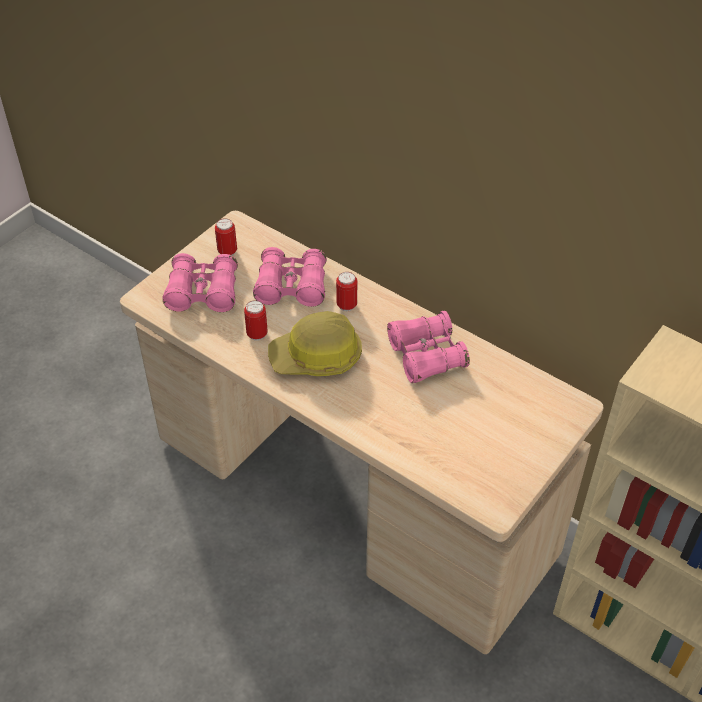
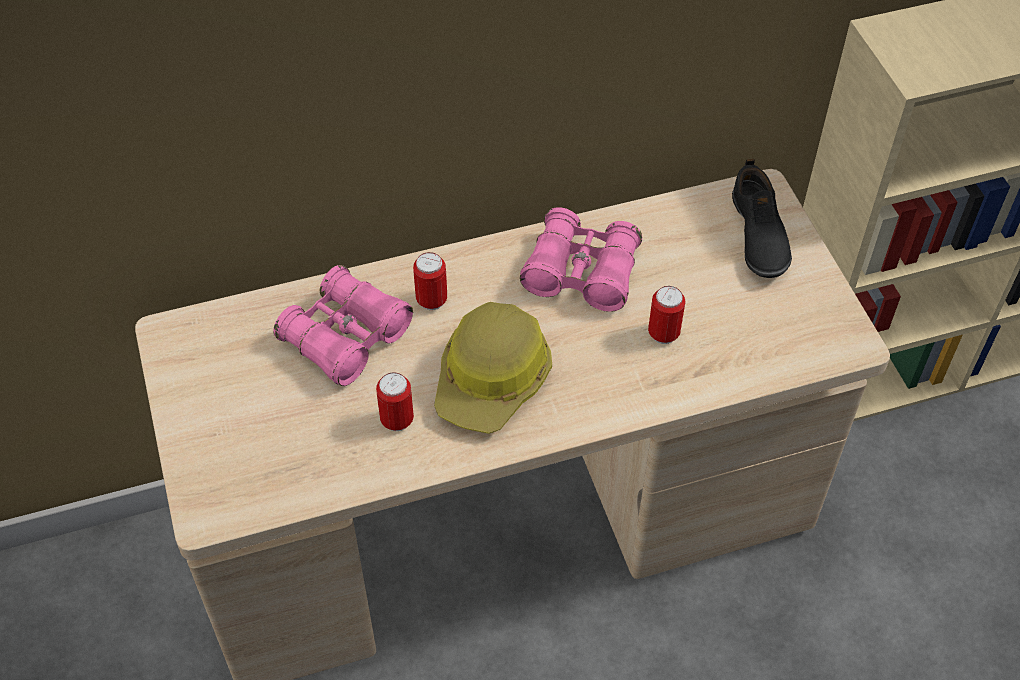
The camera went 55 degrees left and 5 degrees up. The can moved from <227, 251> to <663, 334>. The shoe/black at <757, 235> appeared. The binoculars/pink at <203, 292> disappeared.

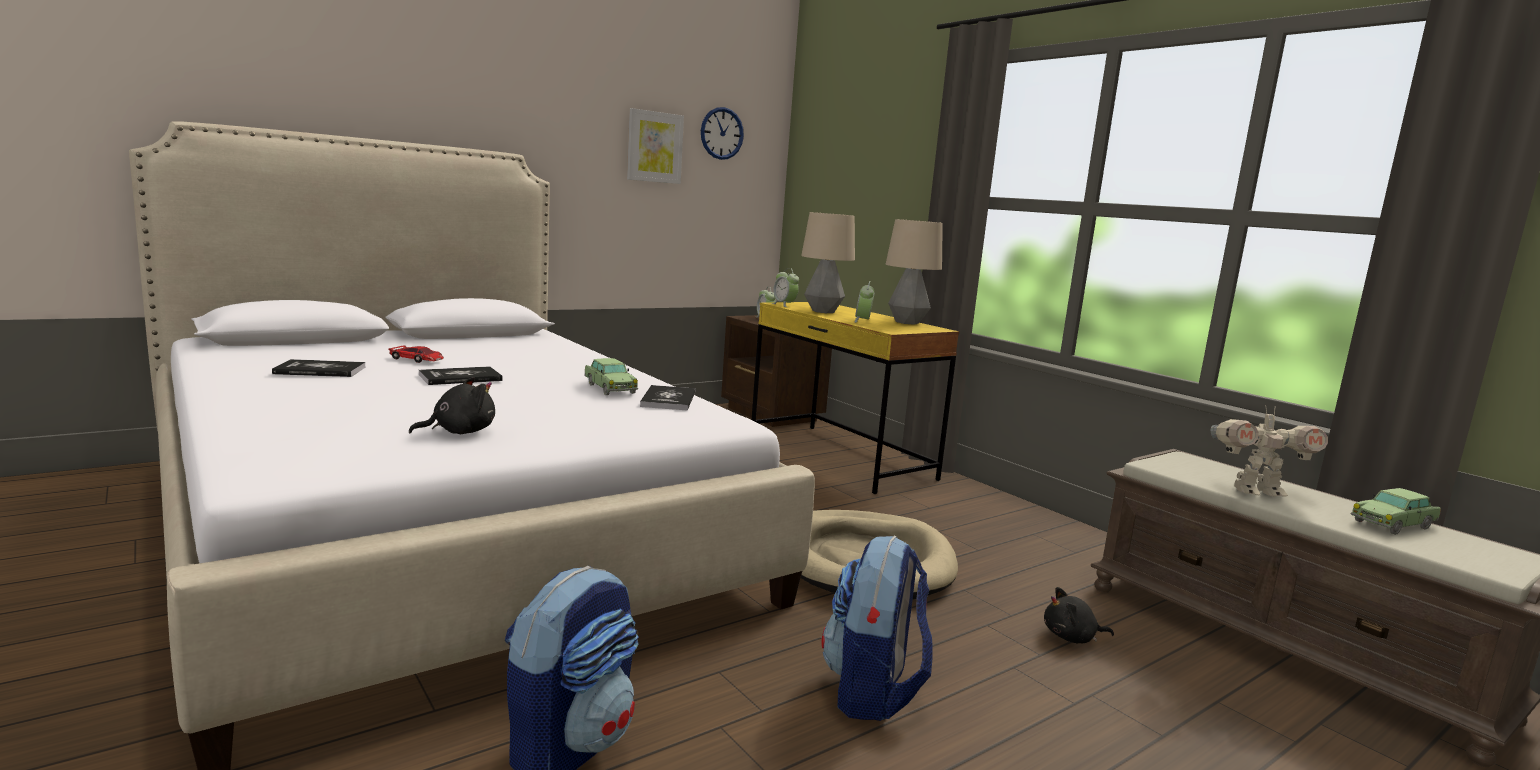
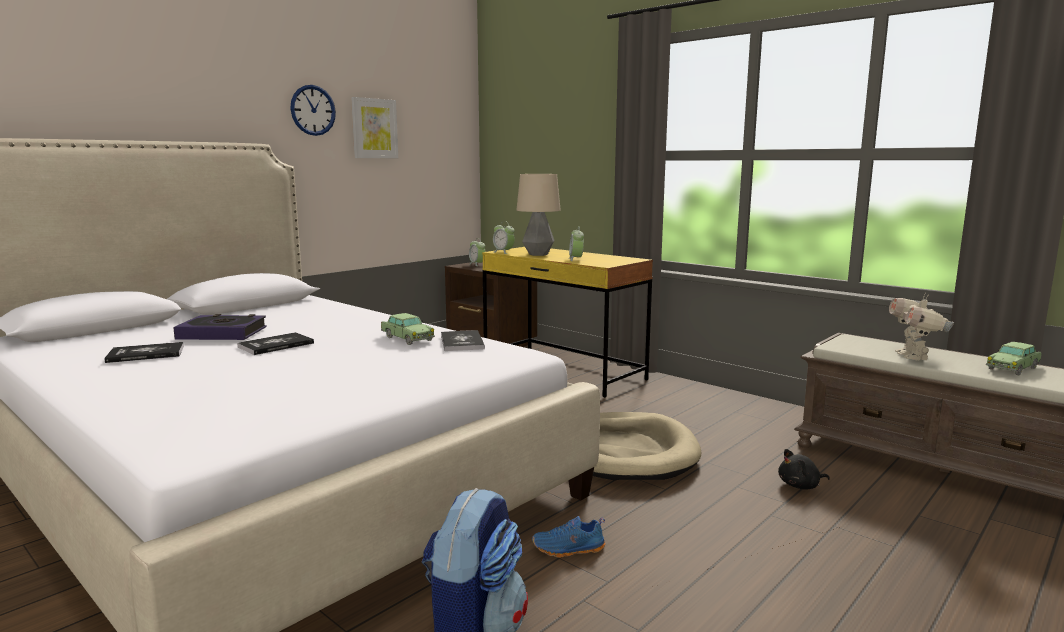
The camera went 10 degrees left and 0 degrees up. The toy car at <417, 359> was replaced by the book at <222, 333>. The wall clock moved from <722, 133> to <313, 110>. The shoe/blue at <569, 549> appeared. The toy robot at <1256, 492> turned 105 degrees clockwise. The plush toy/black at <459, 432> disappeared. The backpack at <873, 691> disappeared. The table lamp at <907, 322> disappeared.

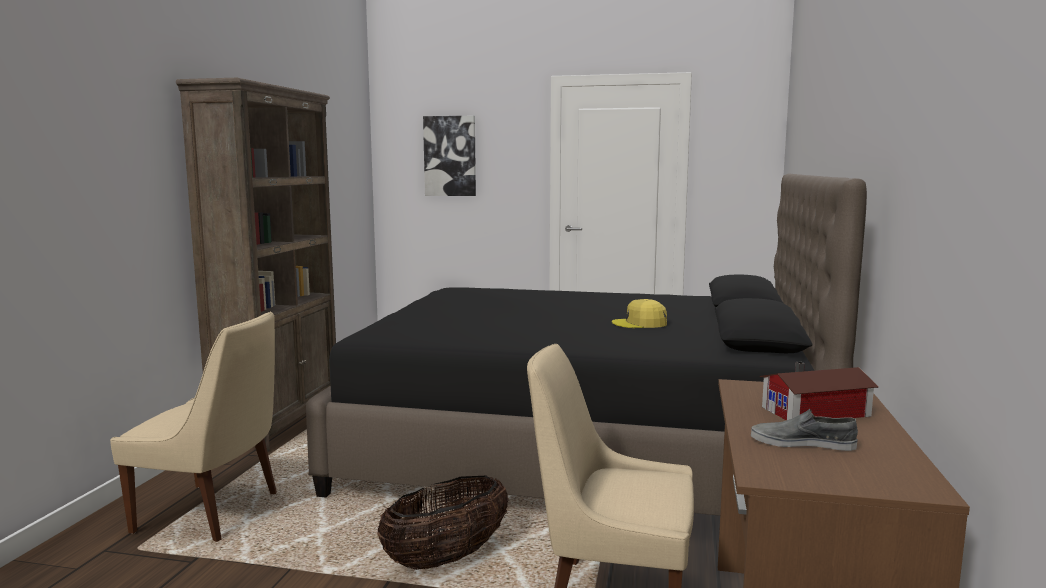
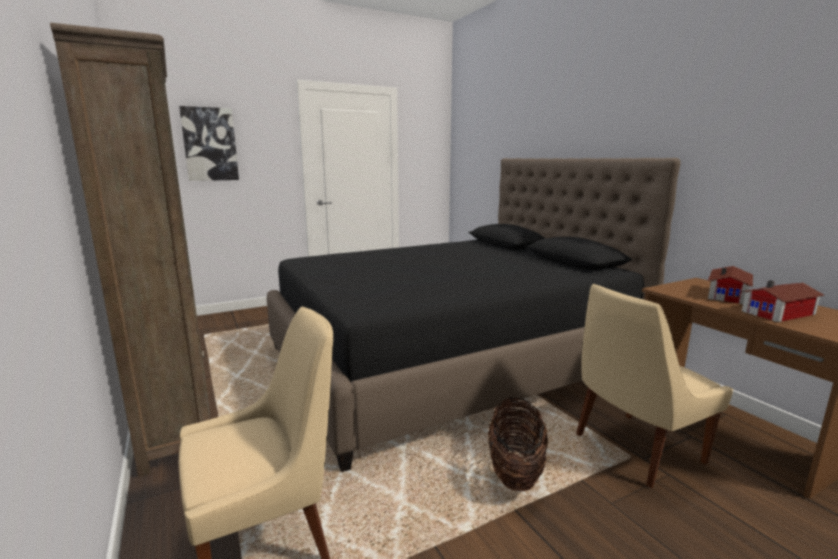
The camera went 40 degrees left and 5 degrees up. The shoe/grey at <802, 443> was replaced by the toy house at <781, 313>. The cap/yellow at <640, 323> disappeared.

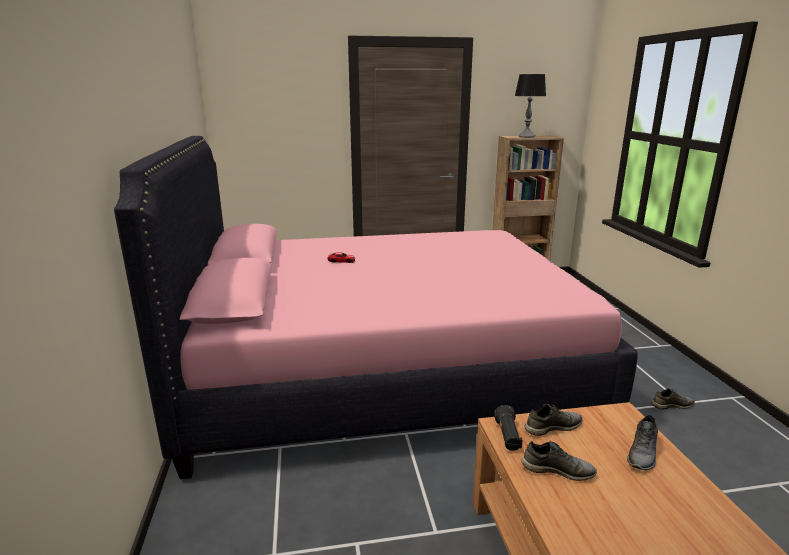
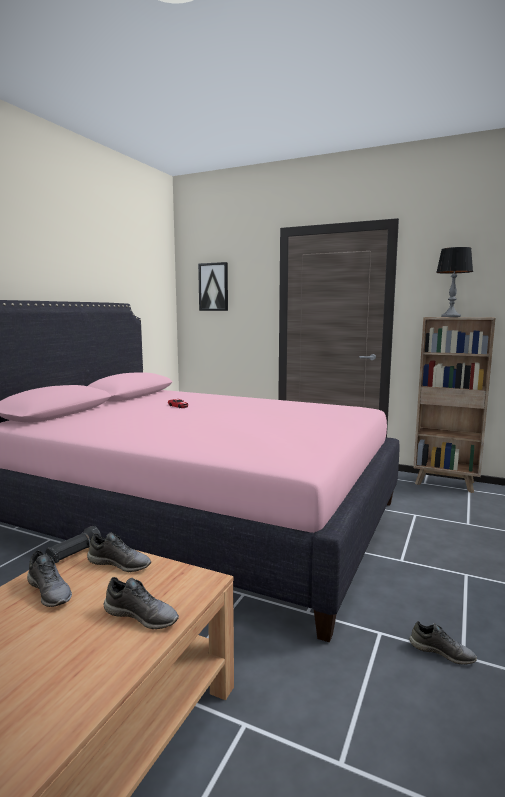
The camera went 35 degrees right and 10 degrees down. The shoe/grey at <643, 453> turned 135 degrees counterclockwise. The picture at <213, 287> appeared.

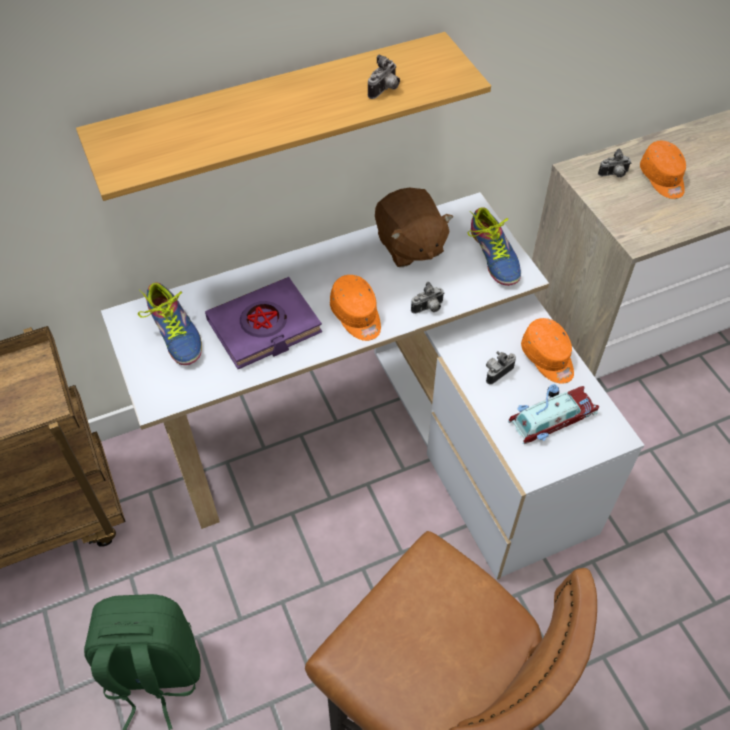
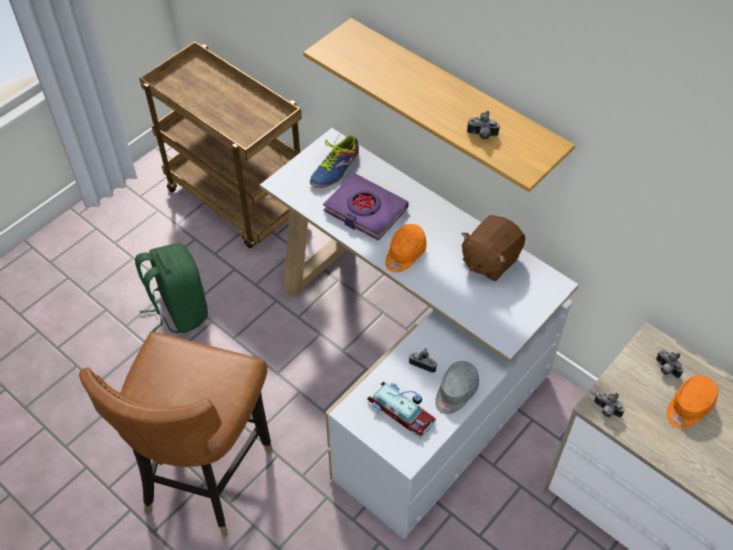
The camera went 65 degrees right and 0 degrees up. The cap/orange at <548, 359> became the cap/grey at <455, 393>. The photo camera moved from <428, 309> to <606, 410>. The shoe at <494, 256> disappeared.

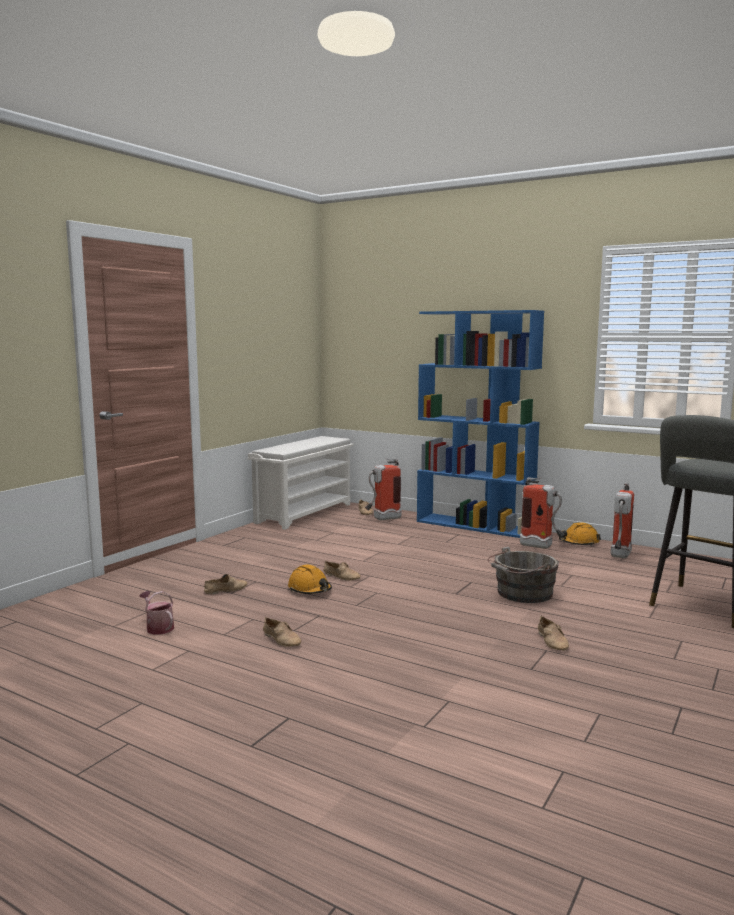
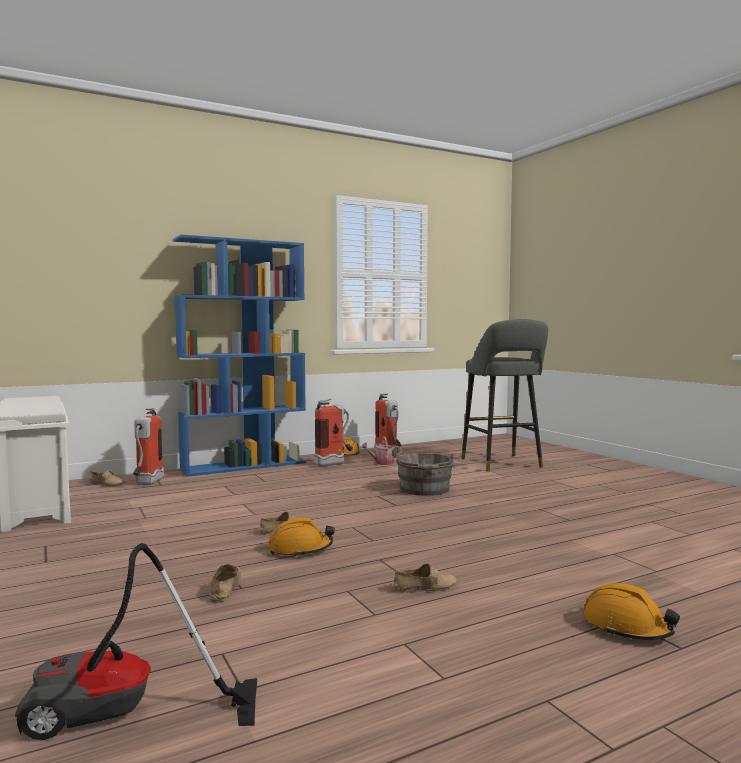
The camera went 60 degrees left and 5 degrees down. The vacuum cleaner at <121, 718> appeared. The watering can moved from <158, 627> to <381, 463>. The hard hat/orange at <627, 627> appeared. The shoe/beige at <553, 641> disappeared.

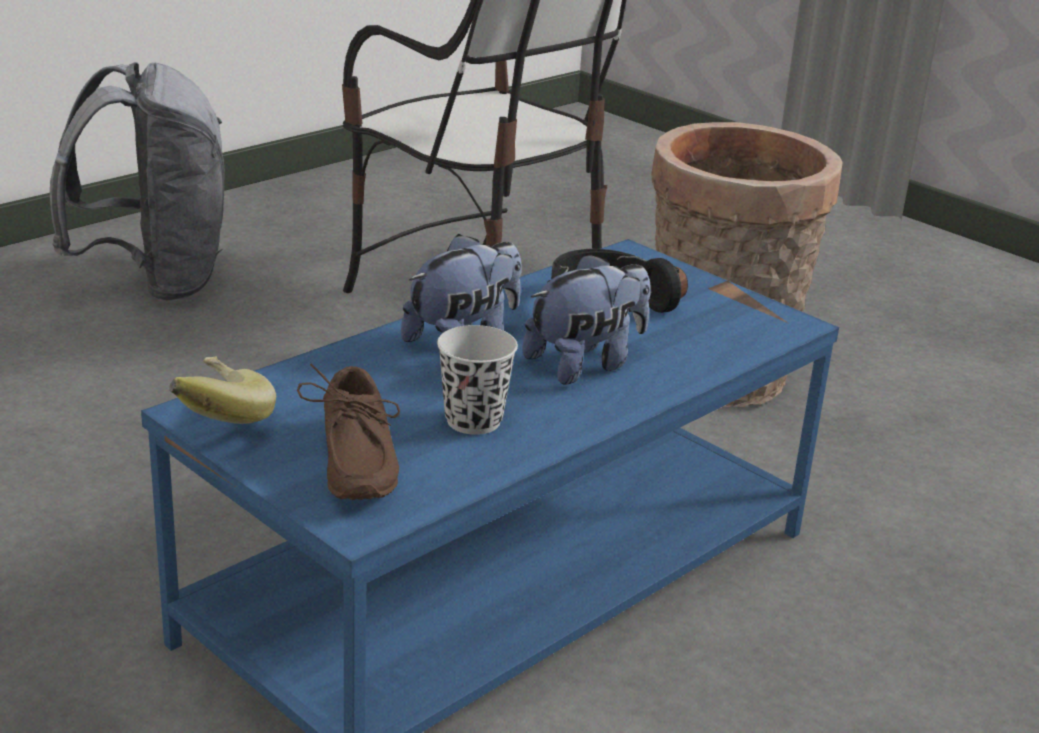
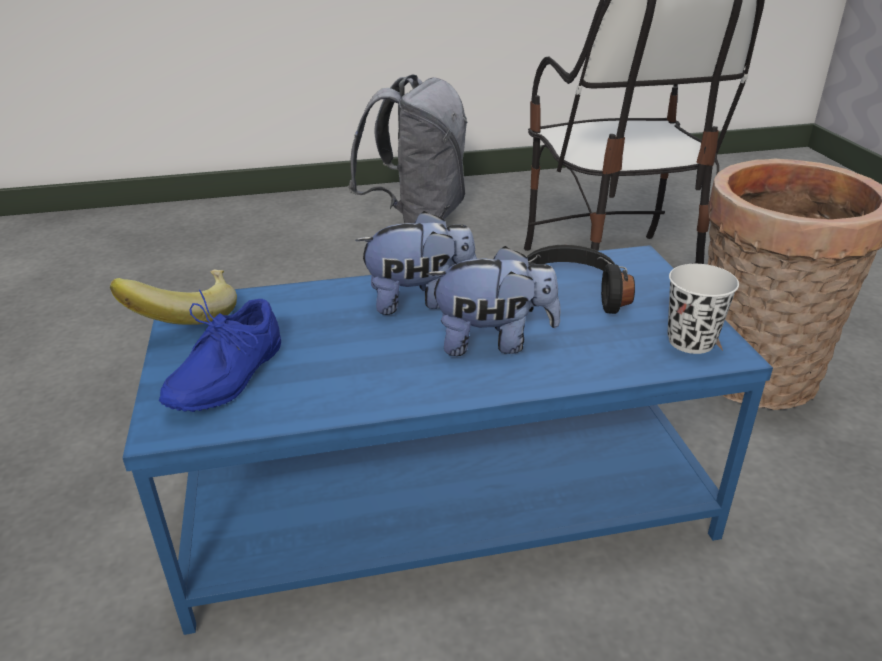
The camera went 35 degrees right and 5 degrees up. The shoe/brown at <350, 464> became the shoe/blue at <223, 376>. The cup/white moved from <473, 421> to <691, 341>.

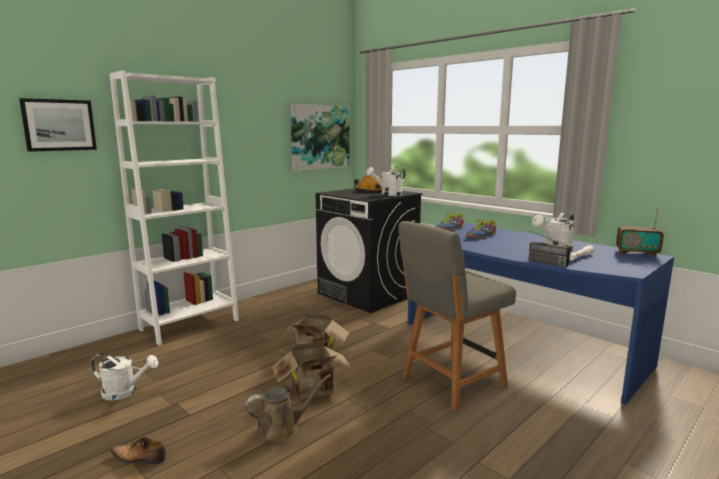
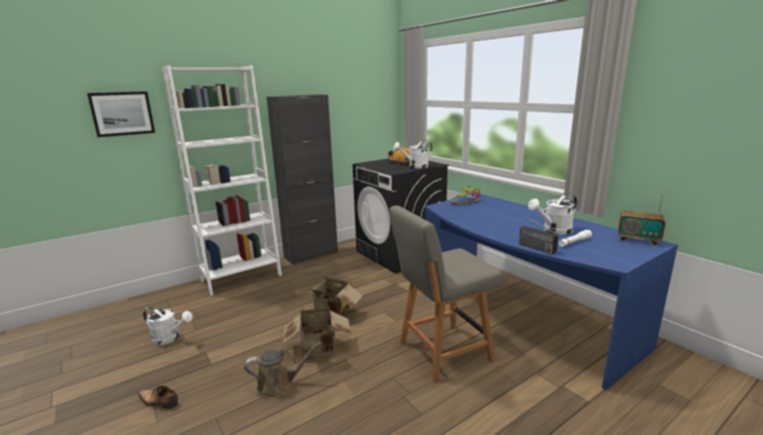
The camera went 10 degrees right and 5 degrees up. The cabinet/black at <311, 254> appeared. The picture at <320, 137> disappeared. The shoe at <481, 236> disappeared.

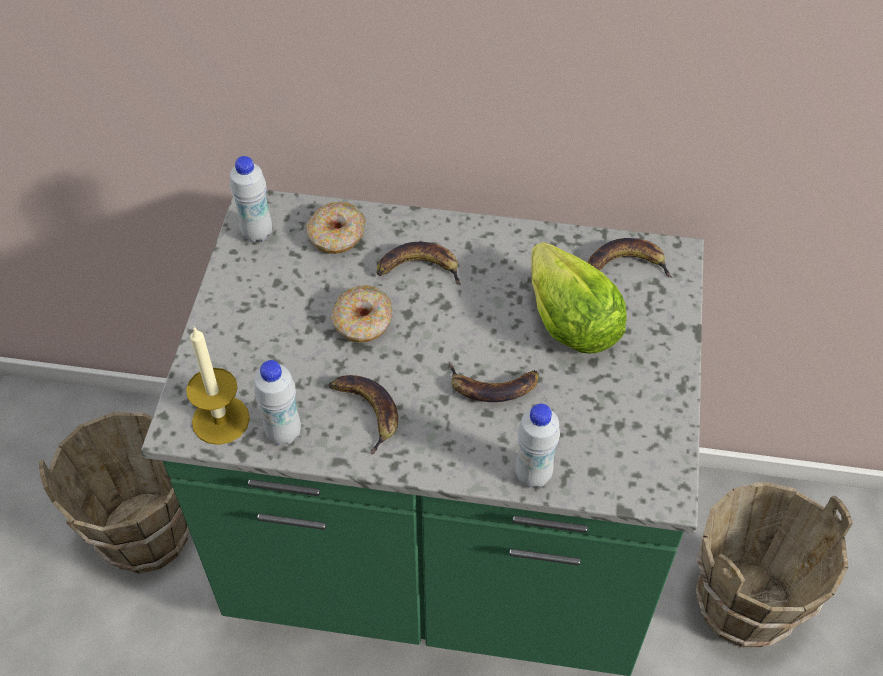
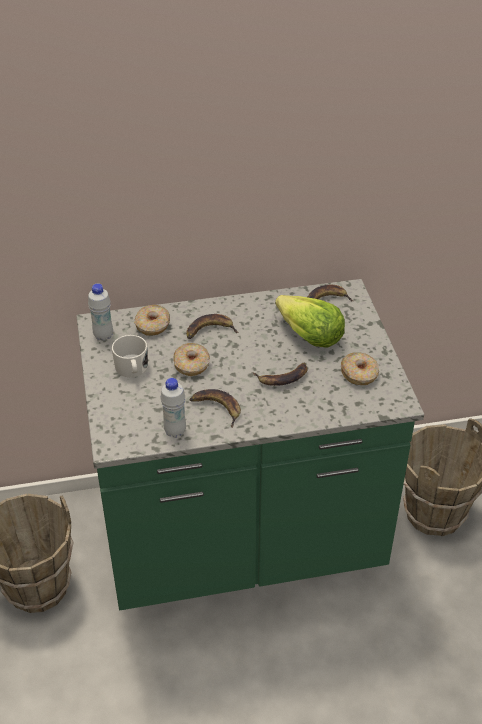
The camera went 20 degrees left and 10 degrees down. The mug/white at <132, 369> appeared. The donut at <359, 374> appeared. The candle at <220, 420> disappeared. The bottle/white at <533, 475> disappeared.

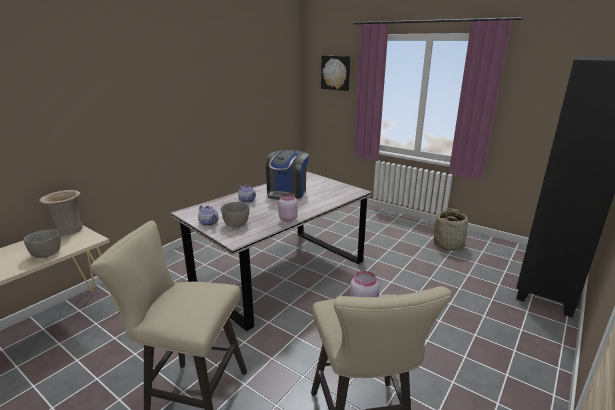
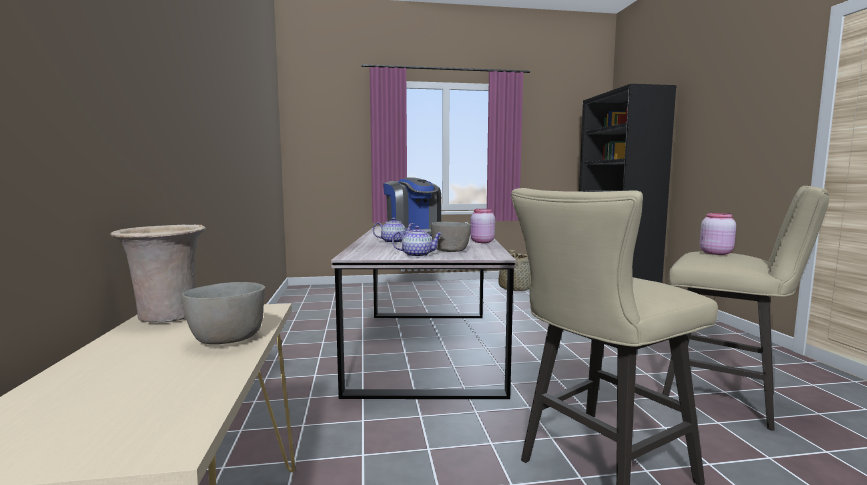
The camera went 45 degrees left and 15 degrees down. The picture at <336, 73> disappeared.

